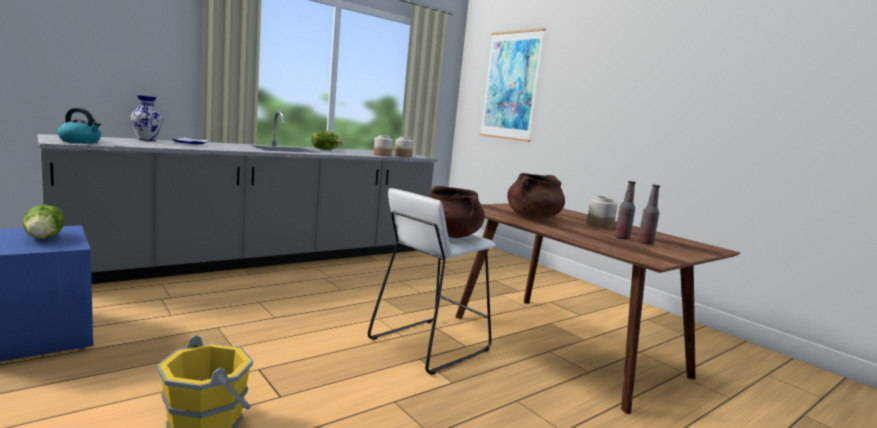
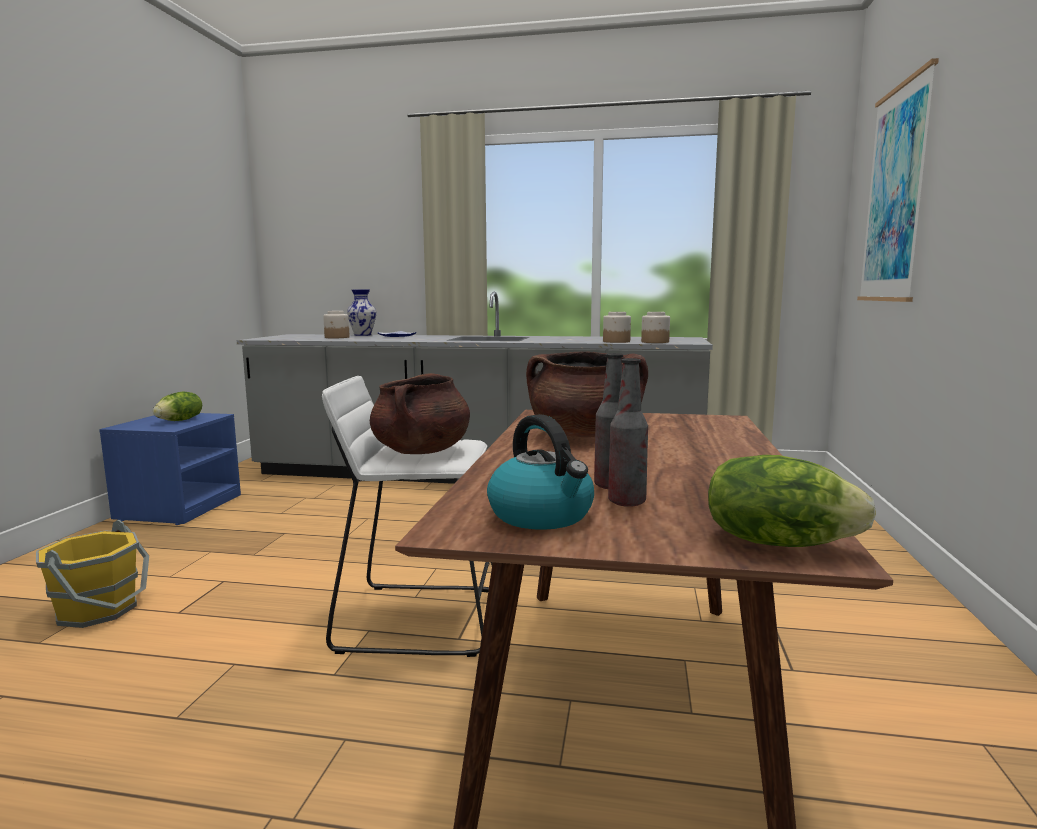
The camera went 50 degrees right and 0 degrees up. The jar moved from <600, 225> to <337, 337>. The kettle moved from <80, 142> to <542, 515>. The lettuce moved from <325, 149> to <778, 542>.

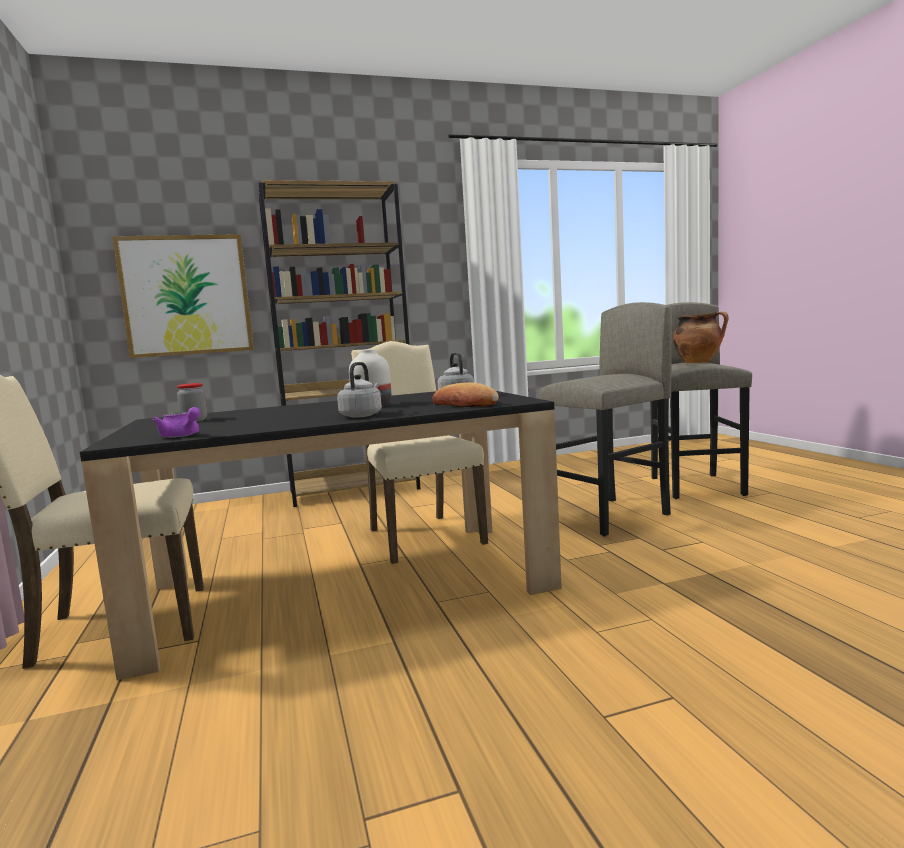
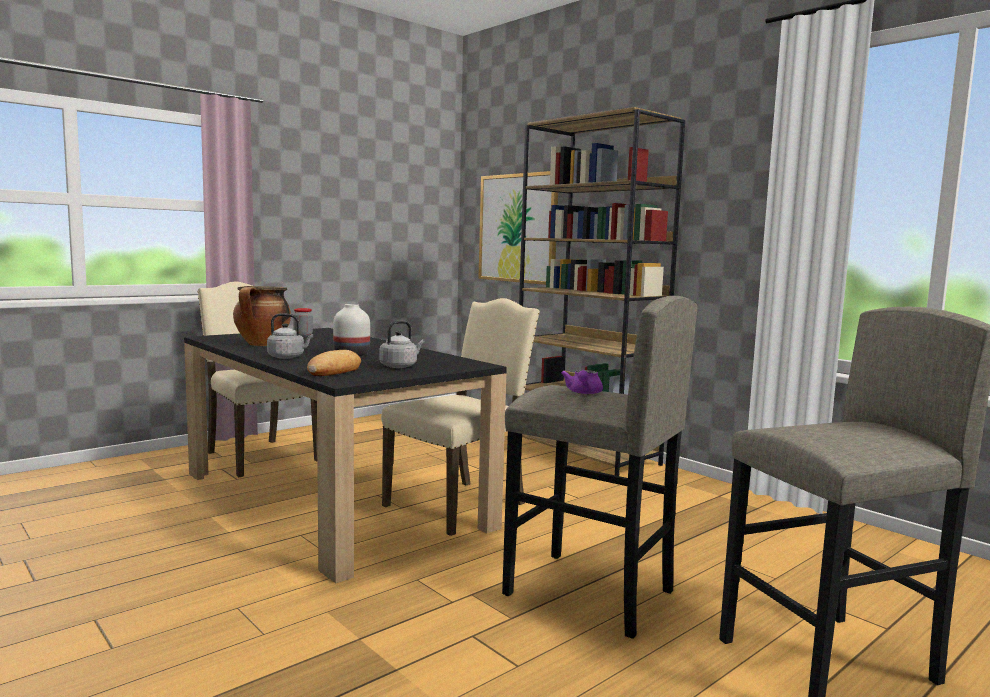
The camera went 65 degrees right and 0 degrees up. The cooking pot moved from <699, 362> to <262, 345>. The teapot/purple moved from <182, 436> to <583, 393>.

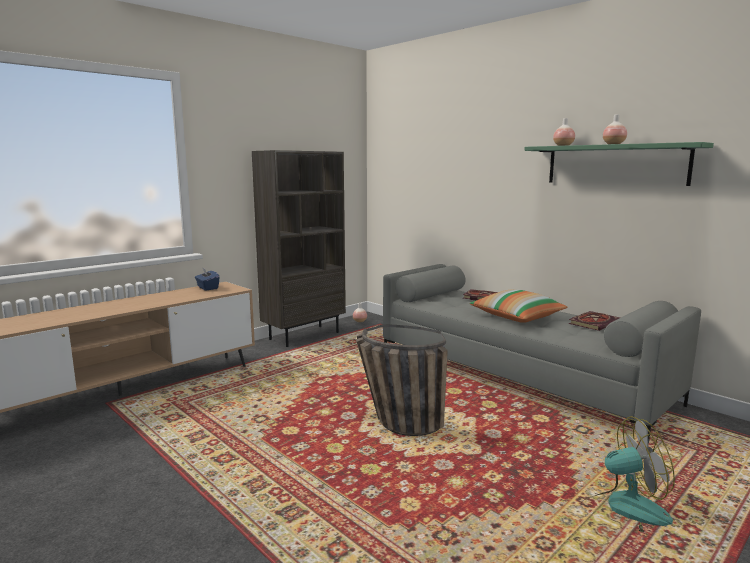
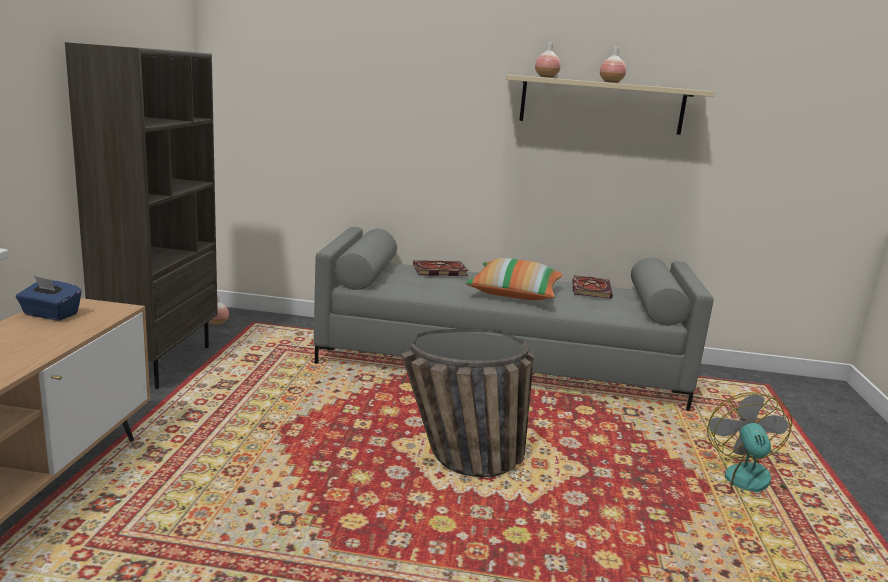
The camera went 40 degrees left and 5 degrees up. The shelf/green at <615, 164> became the shelf/beige at <602, 105>. The fan at <624, 511> turned 45 degrees counterclockwise.

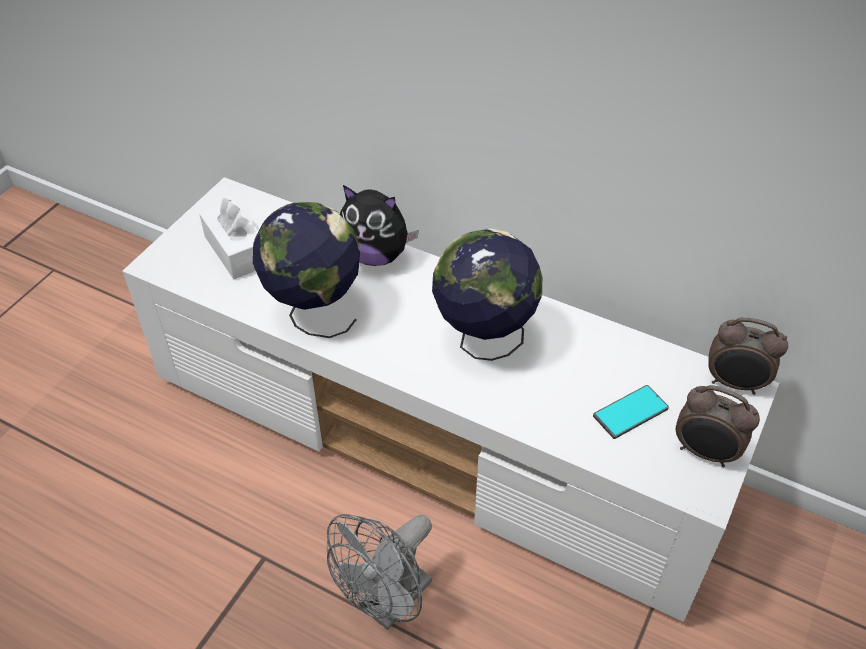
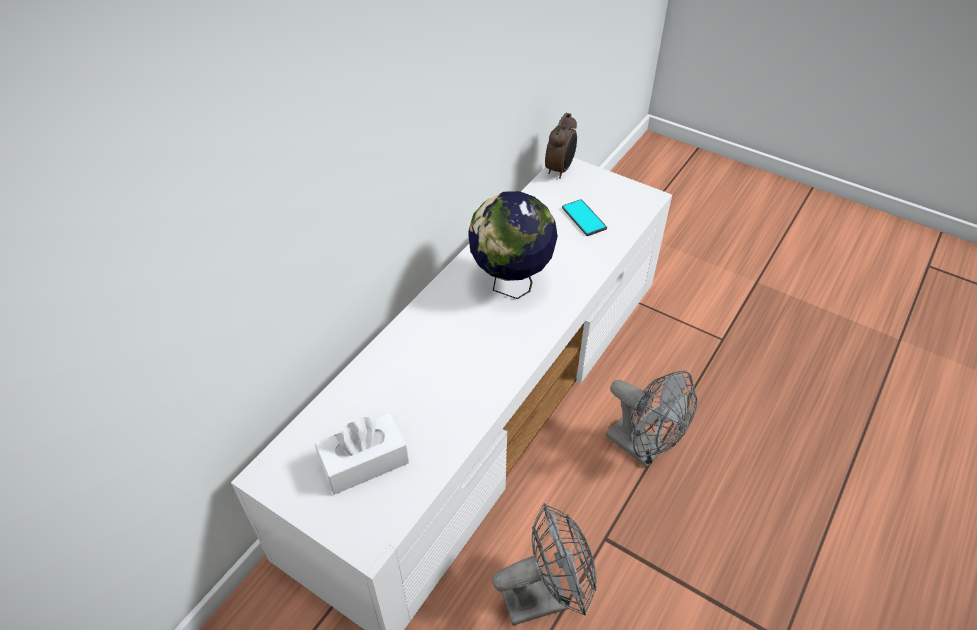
The camera went 85 degrees left and 0 degrees up. The fan/grey at <545, 596> appeared. The globe at <314, 312> disappeared. The plush toy at <376, 255> disappeared. The alarm clock at <705, 453> disappeared.

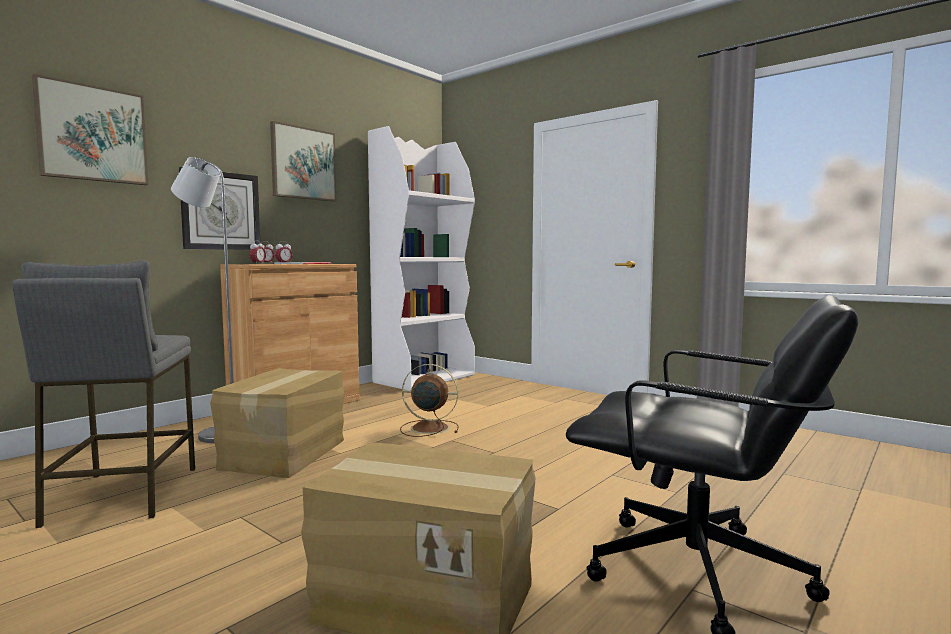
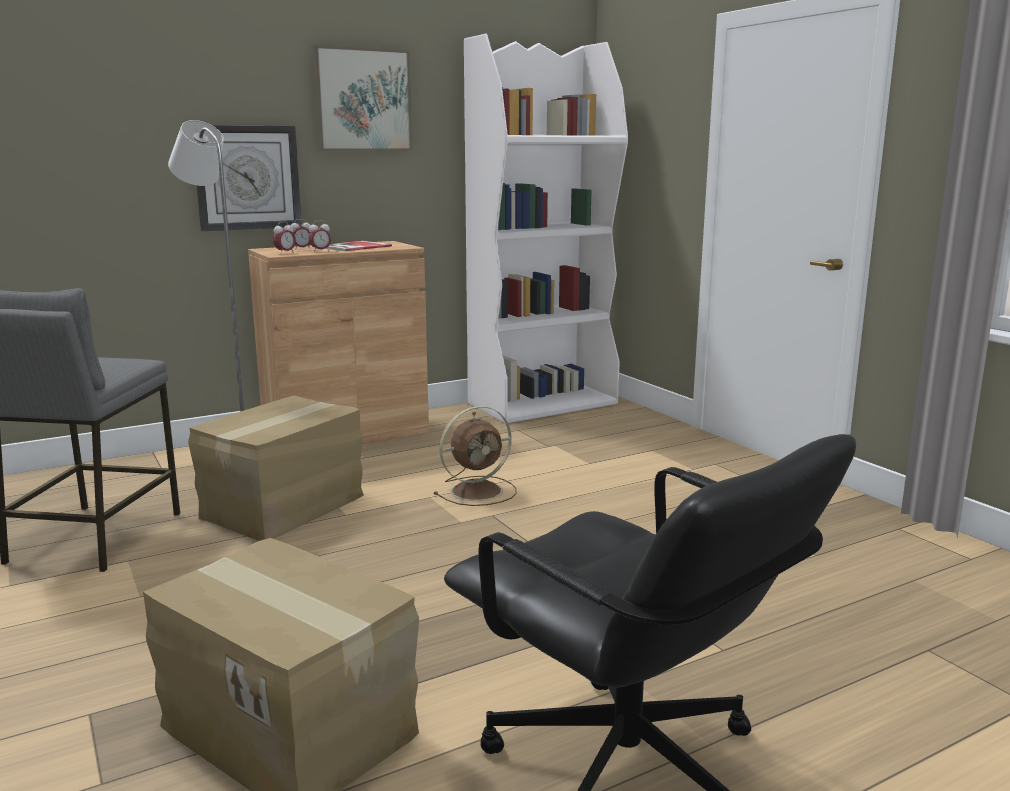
The camera went 20 degrees right and 10 degrees up. The fan/brown at <428, 428> turned 120 degrees clockwise. The picture at <92, 134> disappeared.

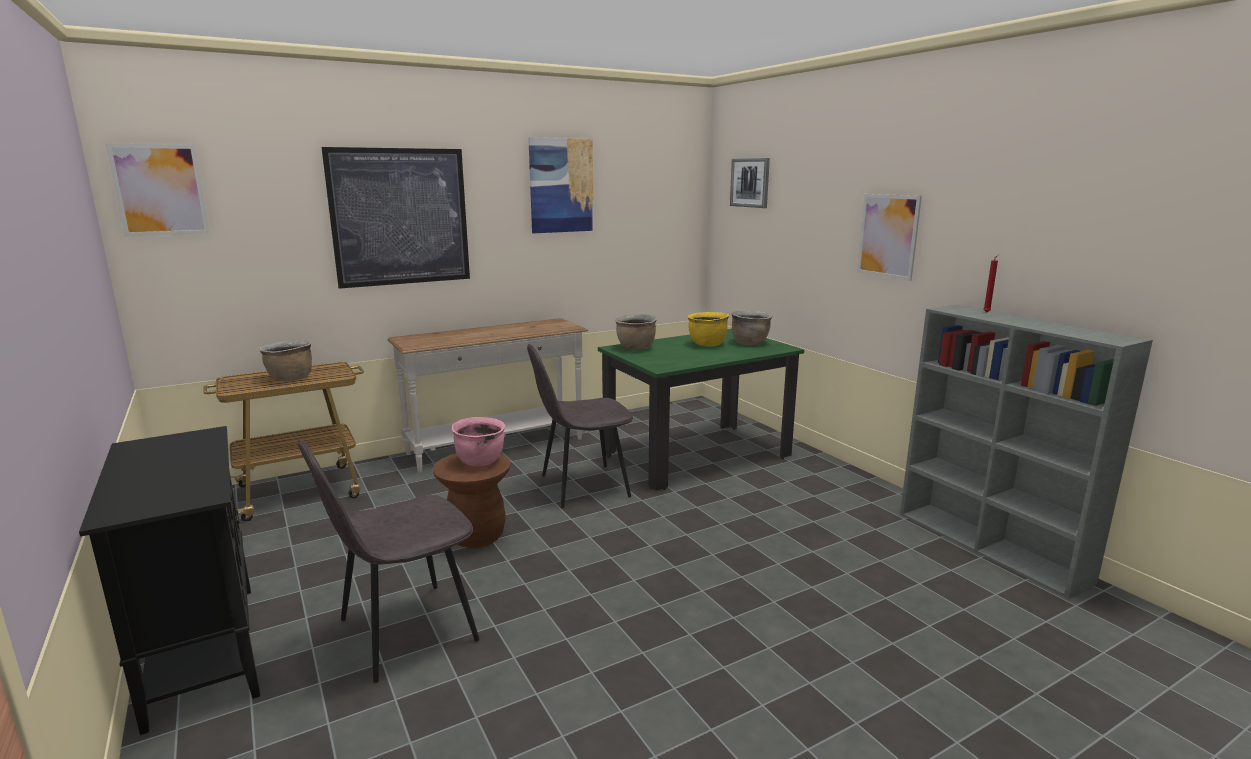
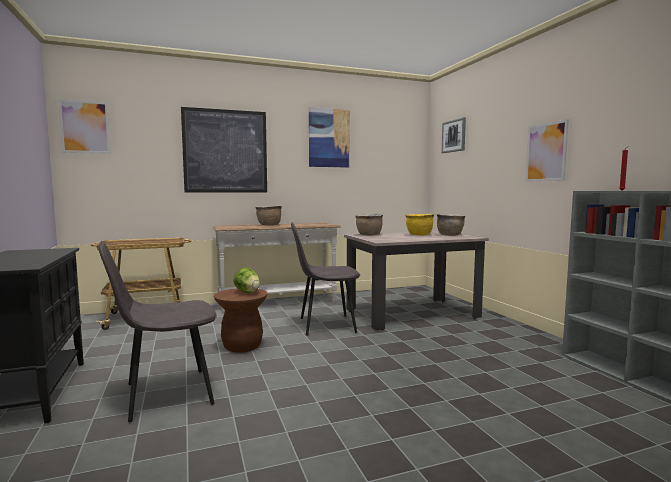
The camera went 10 degrees right and 10 degrees down. The cooking pot/pink at <480, 461> was replaced by the lettuce at <247, 292>. The cooking pot/brown moved from <290, 378> to <269, 225>. The dining table/green at <696, 455> became the dining table/beige at <411, 314>.

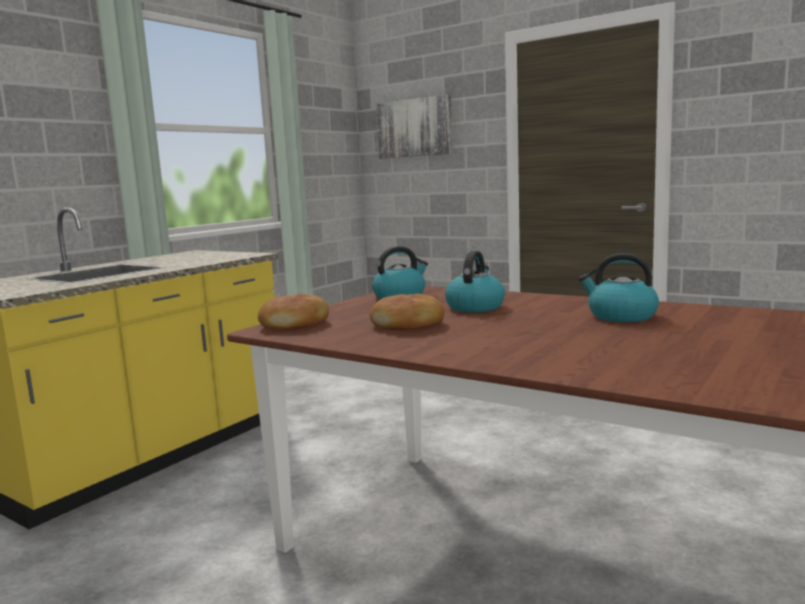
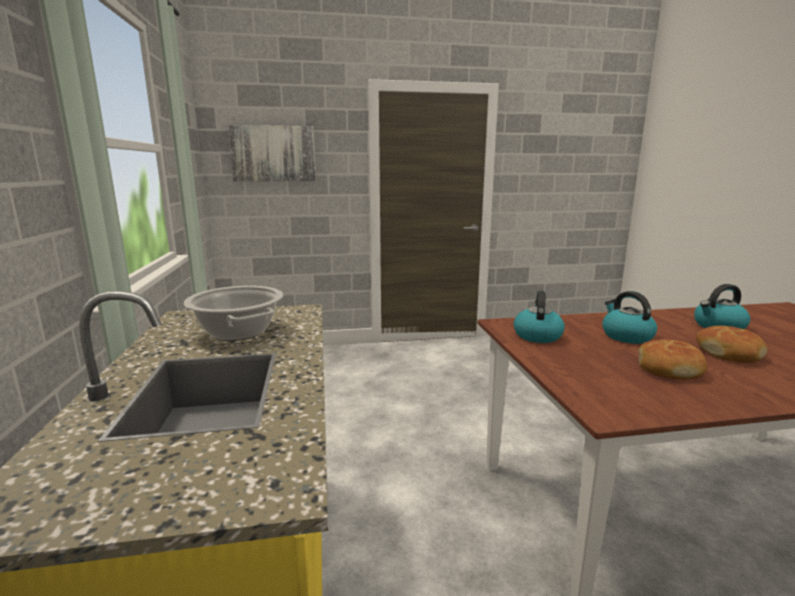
The camera went 45 degrees left and 5 degrees up. The cooking pot at <238, 332> appeared. The bread moved from <296, 324> to <728, 353>.

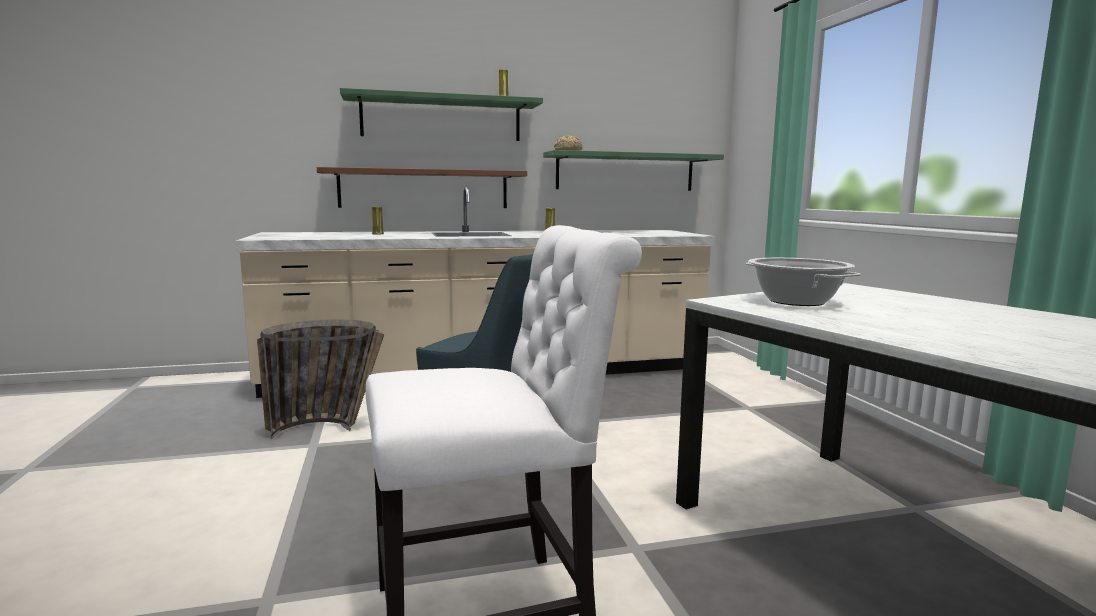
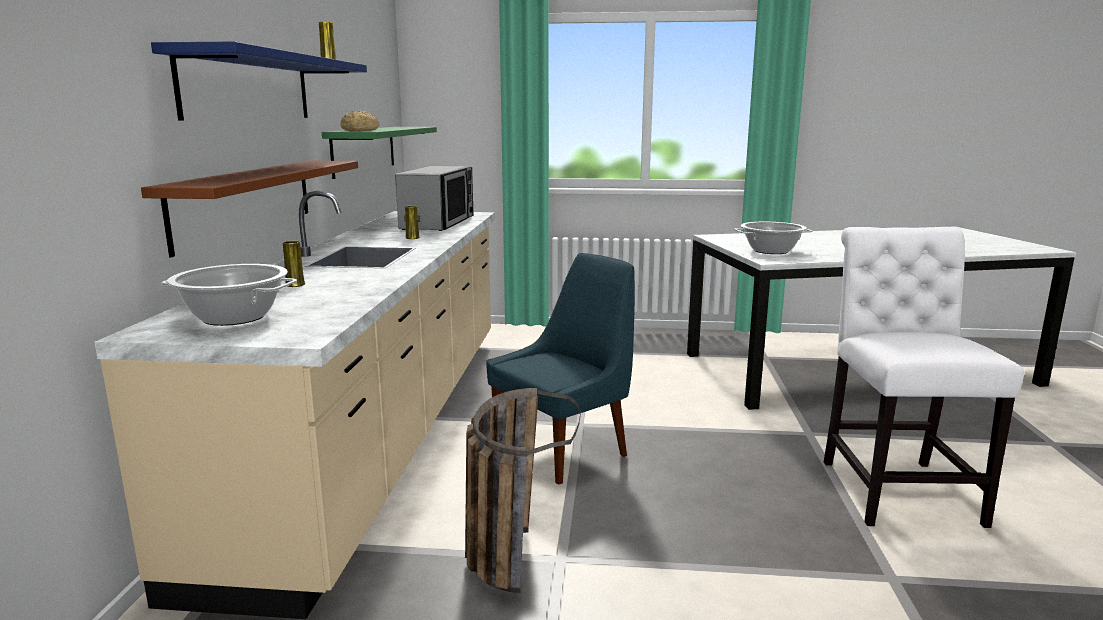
The camera went 70 degrees left and 5 degrees up. The shelf/green at <441, 119> became the shelf/blue at <249, 87>. The cooking pot at <233, 317> appeared. The microwave at <438, 223> appeared.

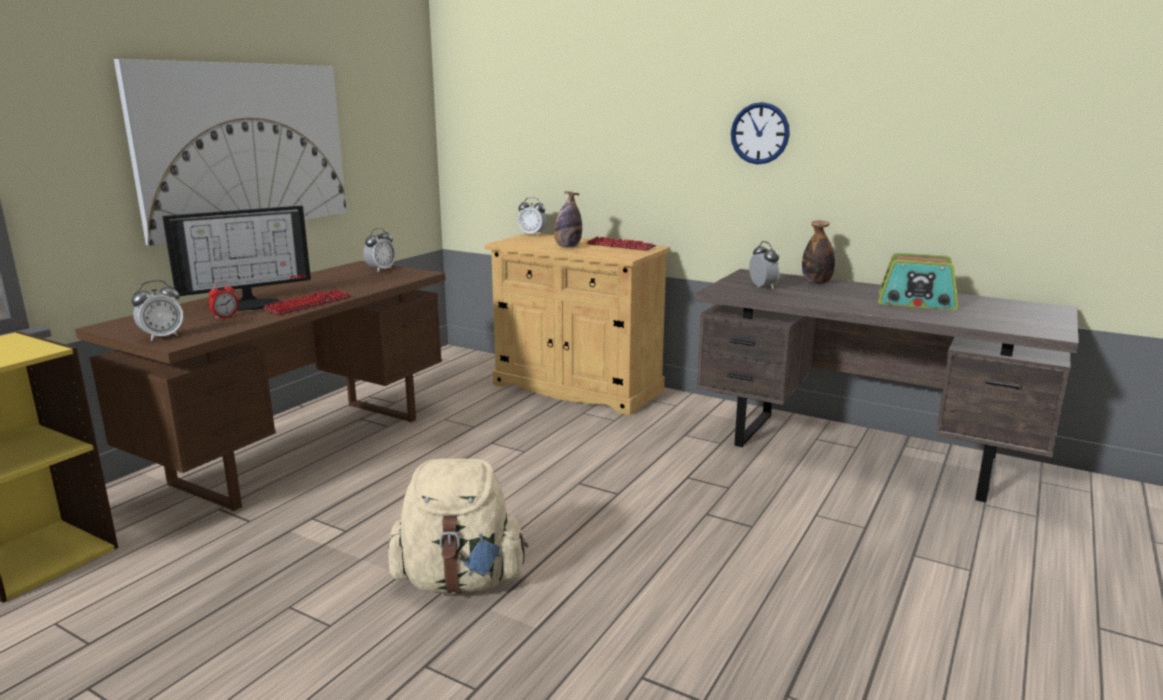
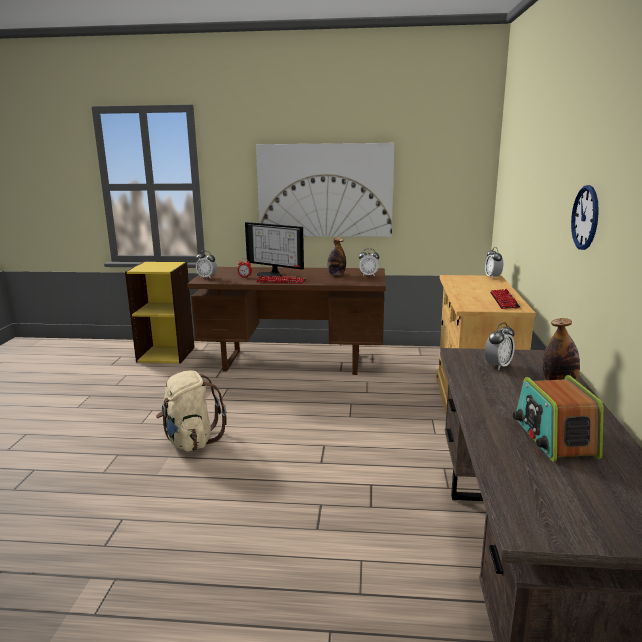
The camera went 65 degrees right and 0 degrees up. The bottle moved from <567, 247> to <336, 275>.

